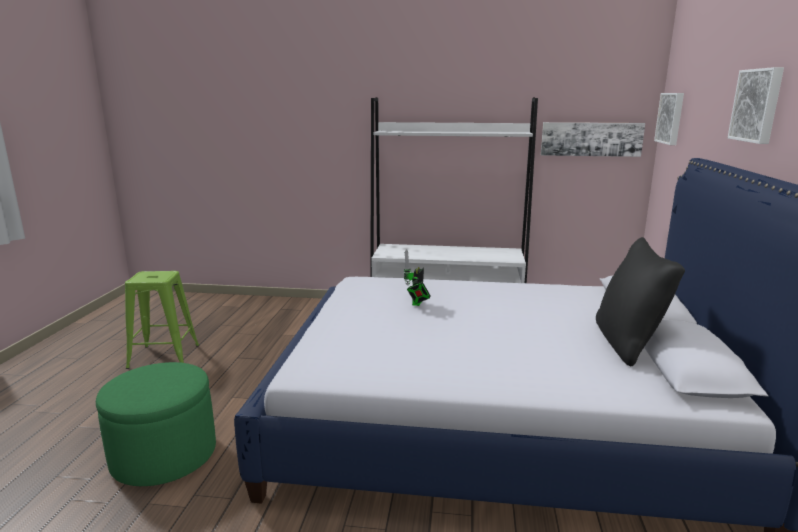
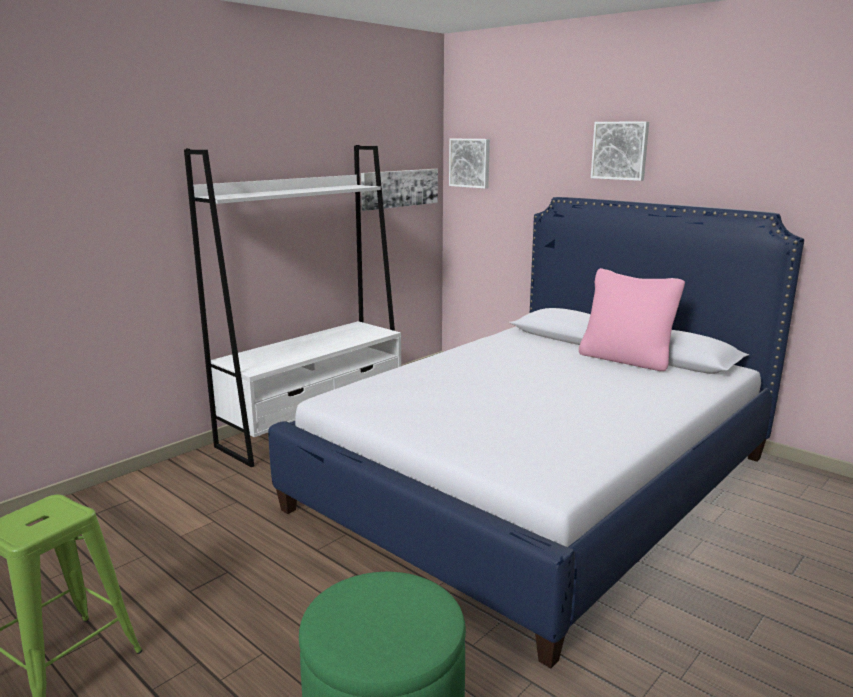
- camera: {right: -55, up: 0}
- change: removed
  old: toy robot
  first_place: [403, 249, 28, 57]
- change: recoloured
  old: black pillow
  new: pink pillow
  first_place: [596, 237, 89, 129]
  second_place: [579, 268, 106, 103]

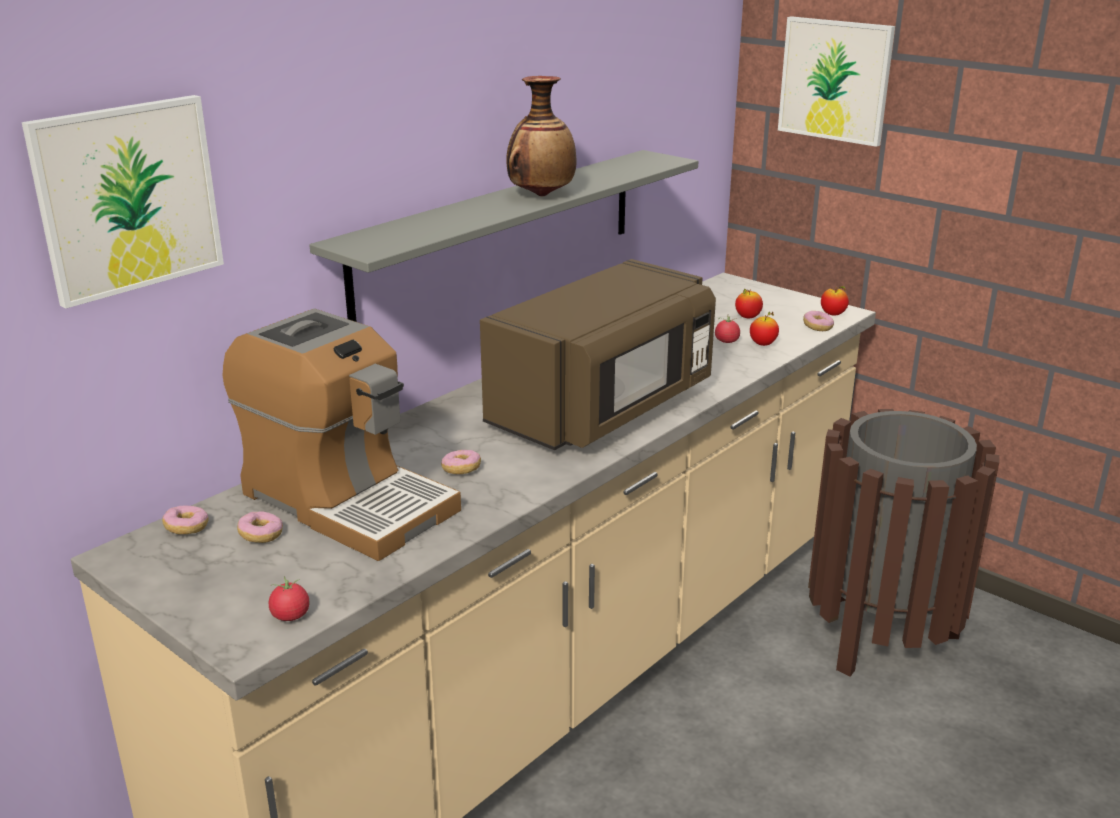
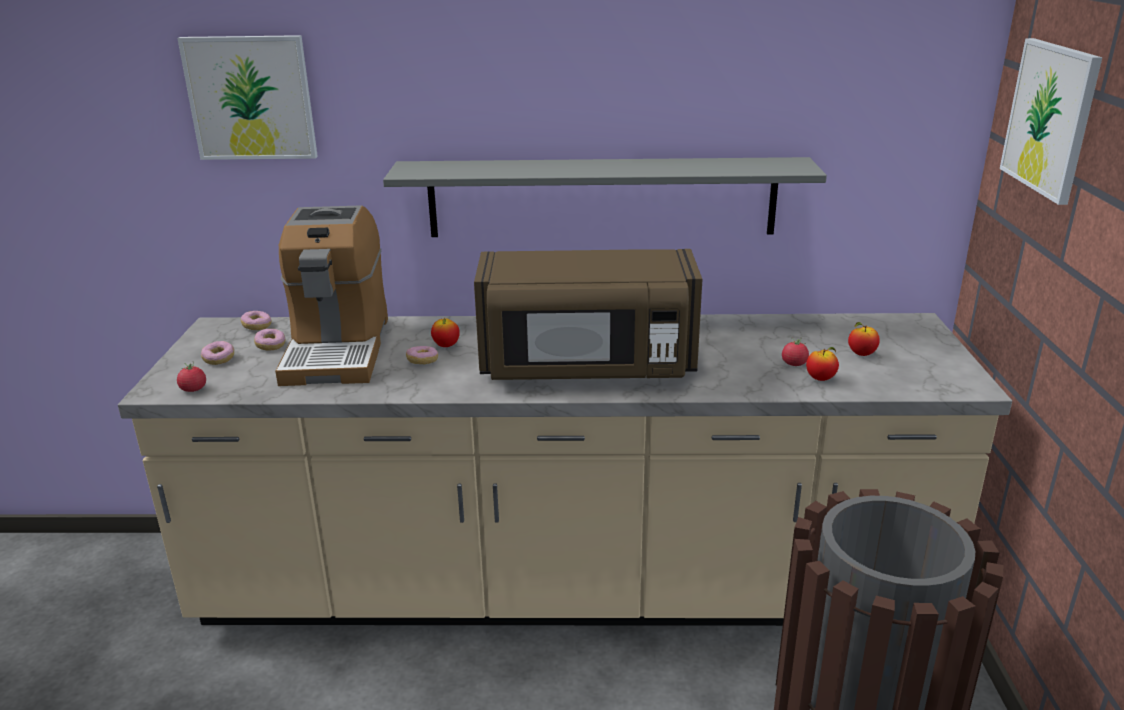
- camera: {right: 50, up: 0}
- change: removed
  old: vase
  first_place: [506, 76, 70, 121]
- change: moved
  old: donut
  first_place: [803, 311, 31, 20]
  second_place: [201, 341, 33, 24]
- change: moved
  old: apple
  first_place: [821, 286, 28, 30]
  second_place: [431, 318, 29, 29]

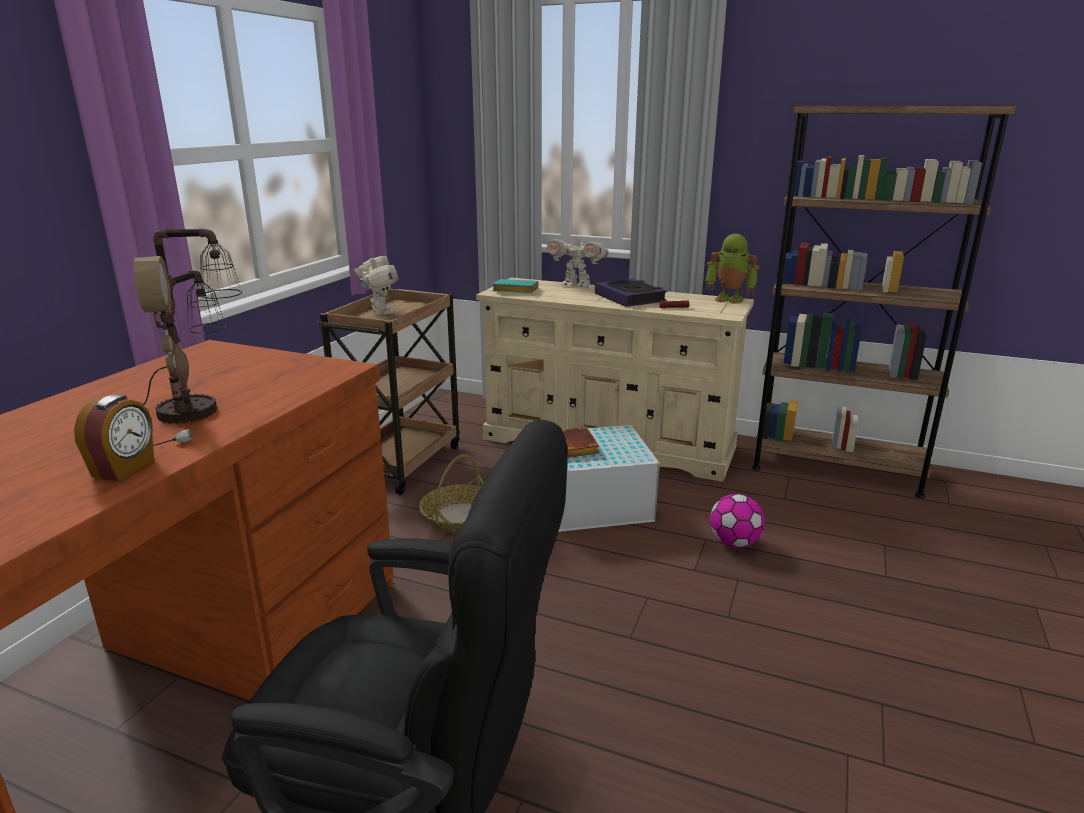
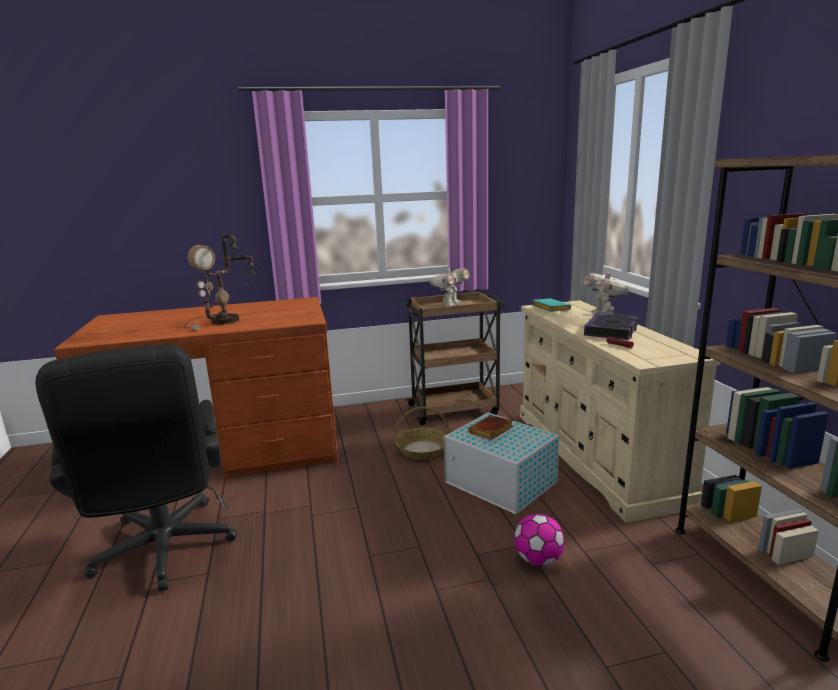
- camera: {right: 55, up: -5}
- change: removed
  old: alarm clock
  first_place: [74, 395, 80, 86]
- change: removed
  old: toy robot
  first_place: [705, 234, 55, 70]

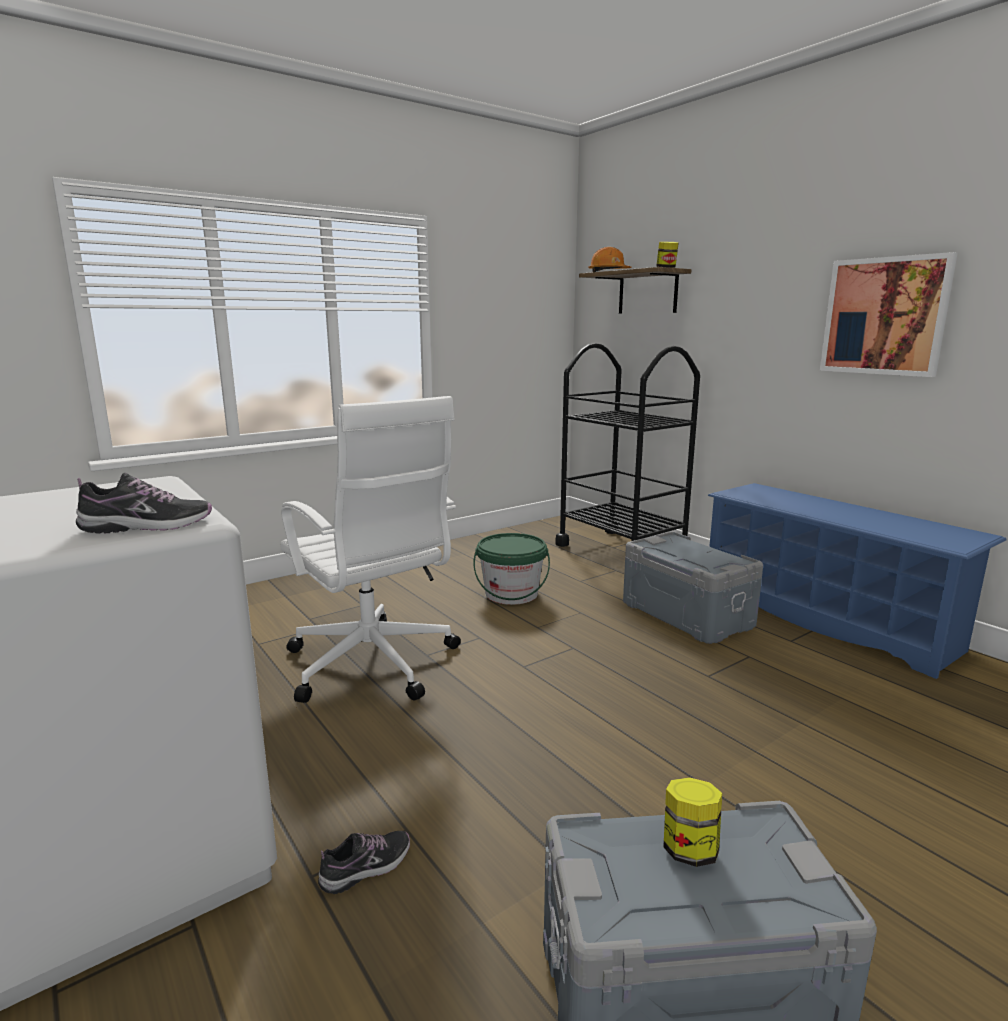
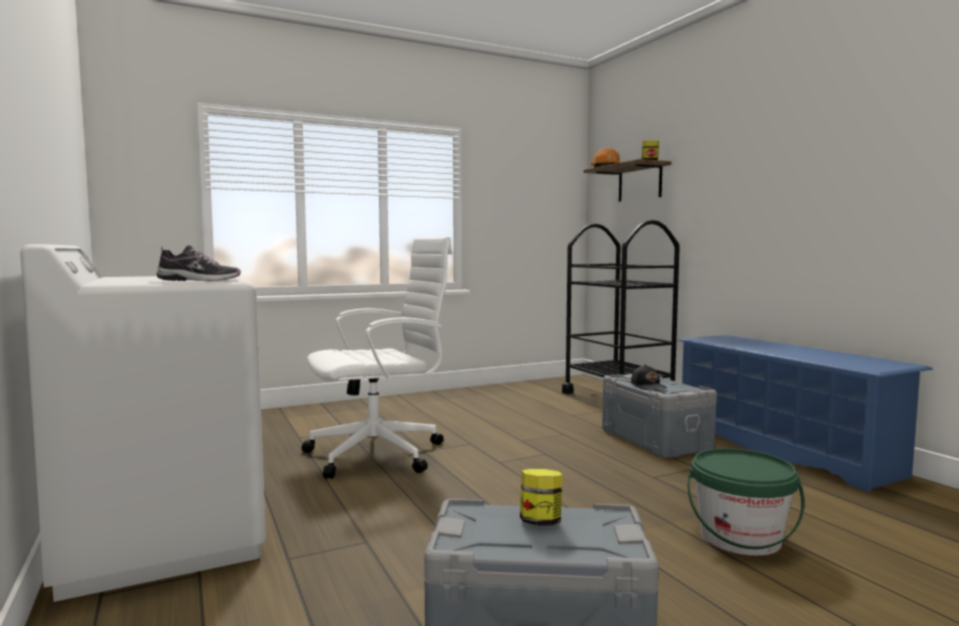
- camera: {right: 10, up: -10}
- change: removed
  old: shoe
  first_place: [318, 831, 92, 63]
- change: removed
  old: picture
  first_place: [820, 252, 138, 125]
- change: added
  new: black cap
  second_place: [631, 364, 36, 26]
- change: moved
  old: green bucket
  first_place: [473, 533, 77, 72]
  second_place: [688, 448, 117, 108]
- change: turned
  old: white office chair
  first_place: [280, 396, 181, 307]
  second_place: [302, 237, 150, 242]
  degrees: -90

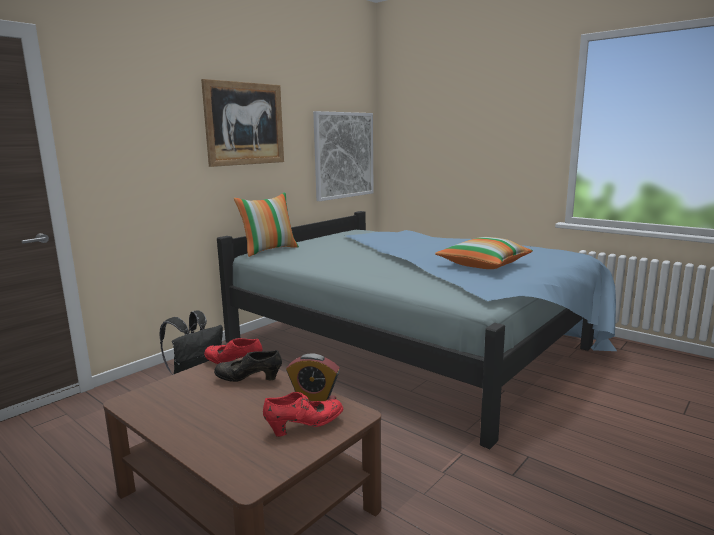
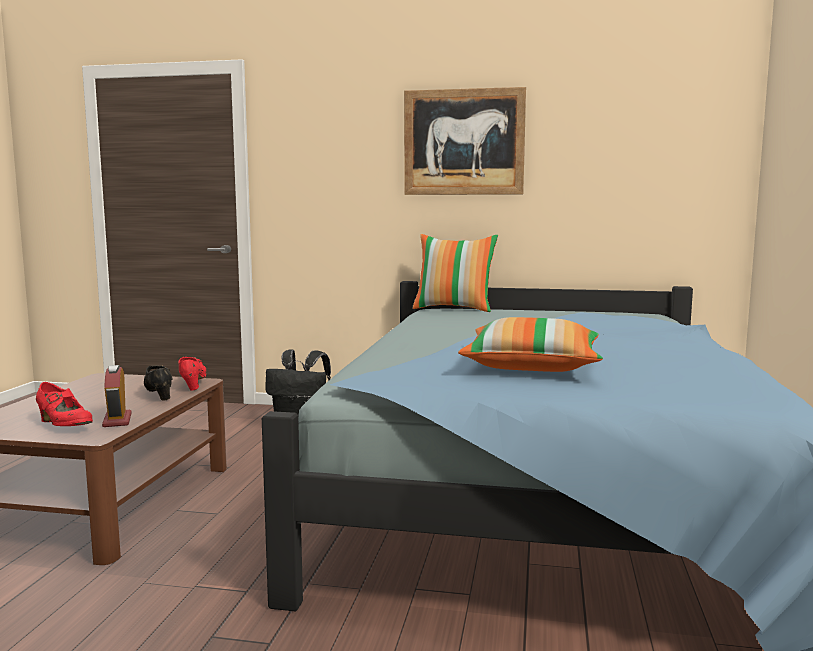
- camera: {right: 60, up: -5}
- change: removed
  old: picture
  first_place: [313, 111, 61, 90]

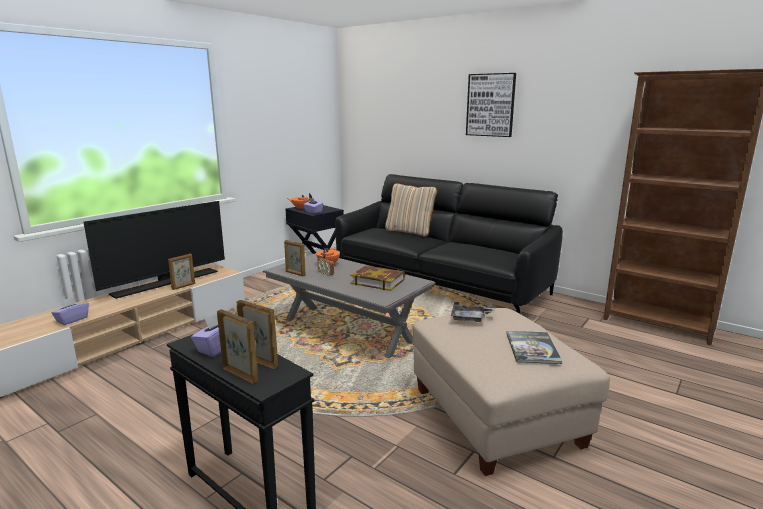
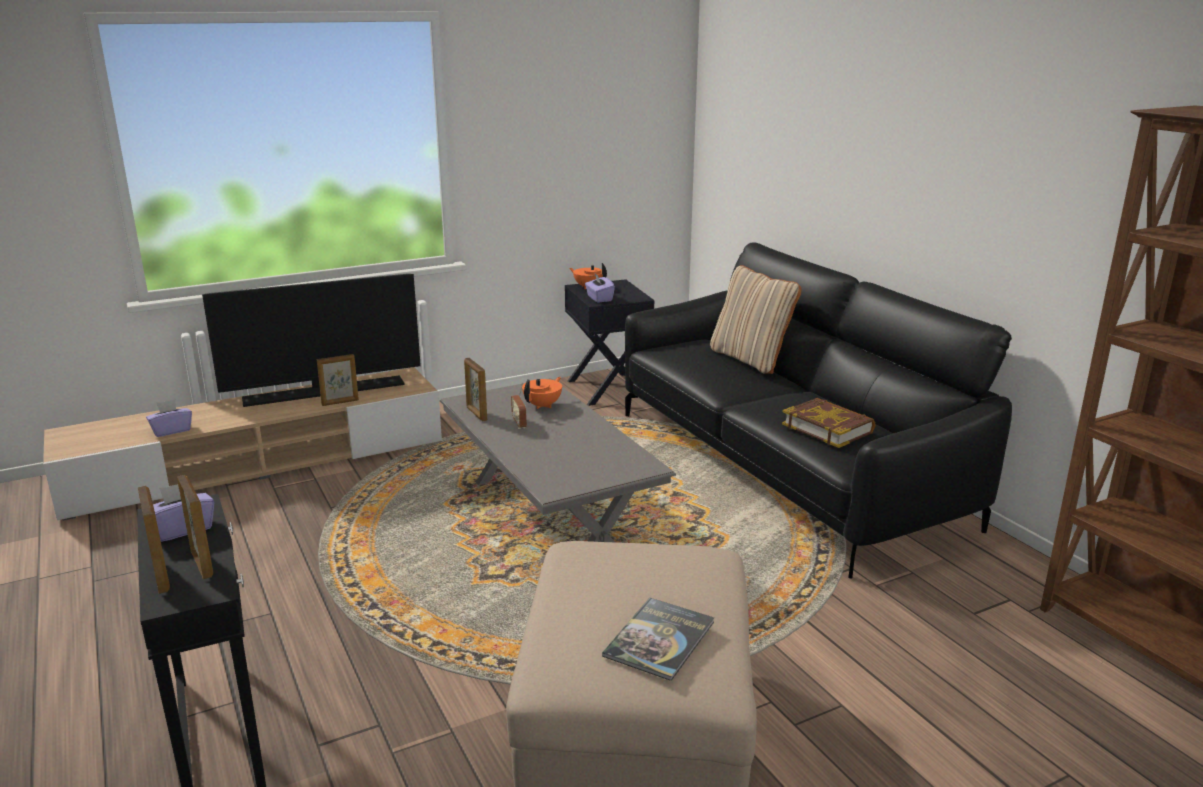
- camera: {right: 25, up: 5}
- change: removed
  old: grey tray
  first_place: [451, 301, 44, 21]
- change: removed
  old: picture
  first_place: [466, 73, 50, 64]
- change: moved
  old: book
  first_place: [350, 265, 55, 26]
  second_place: [782, 398, 94, 50]

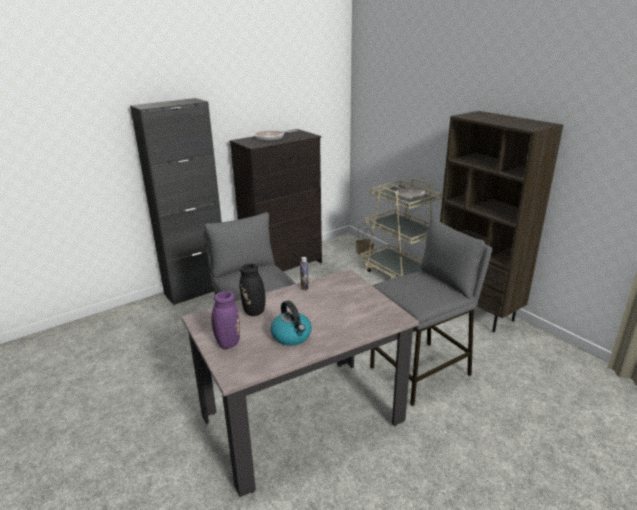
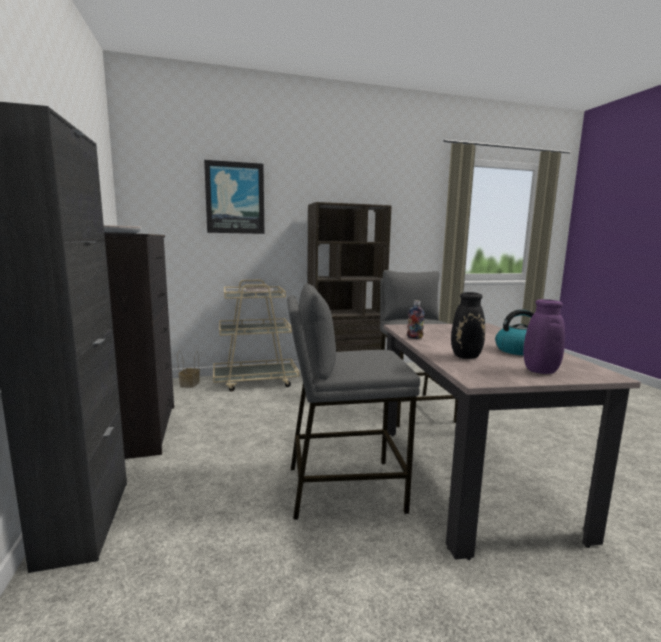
- camera: {right: -70, up: -15}
- change: added
  new: picture
  second_place: [204, 160, 60, 74]

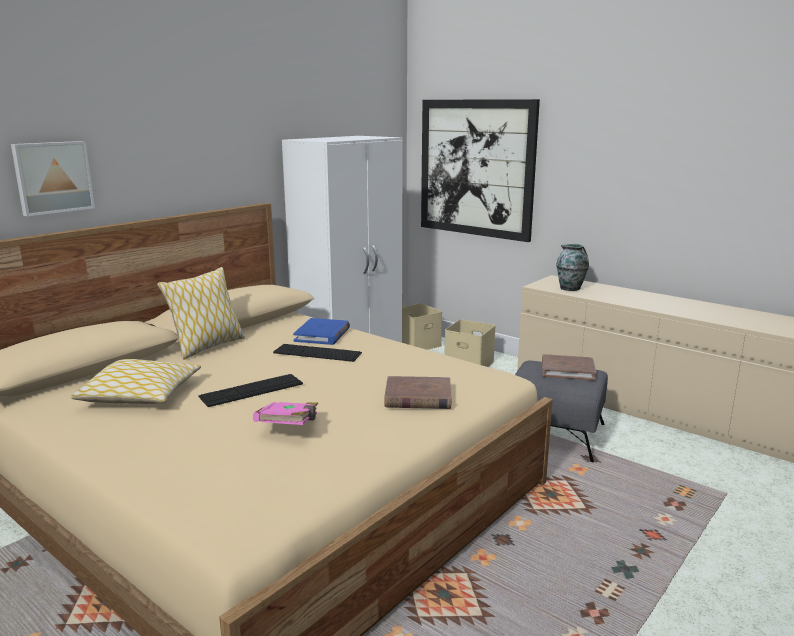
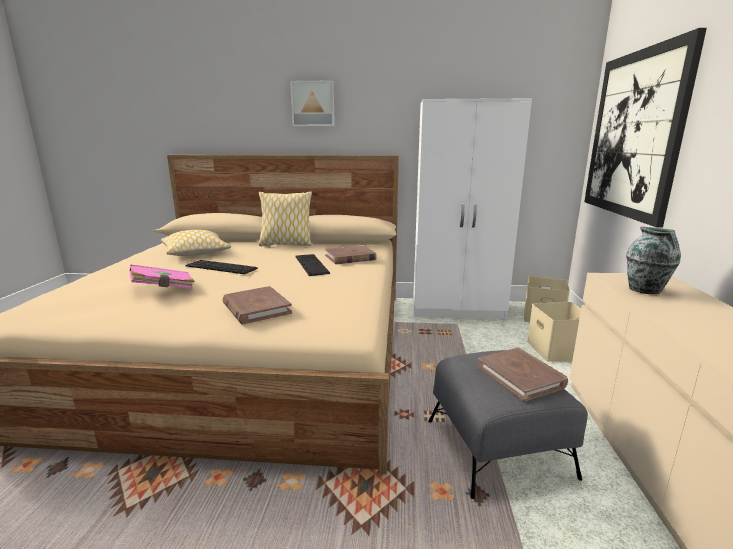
- camera: {right: 55, up: 0}
- change: moved
  old: picture
  first_place: [11, 141, 84, 75]
  second_place: [290, 80, 45, 46]
- change: recoloured
  old: blue book
  new: brown book
  first_place: [293, 318, 57, 27]
  second_place: [325, 245, 52, 19]

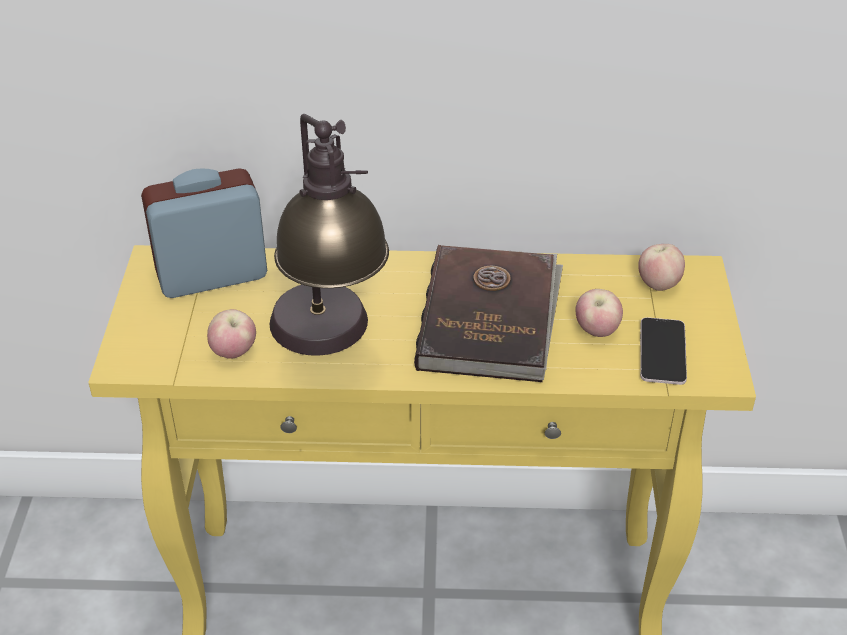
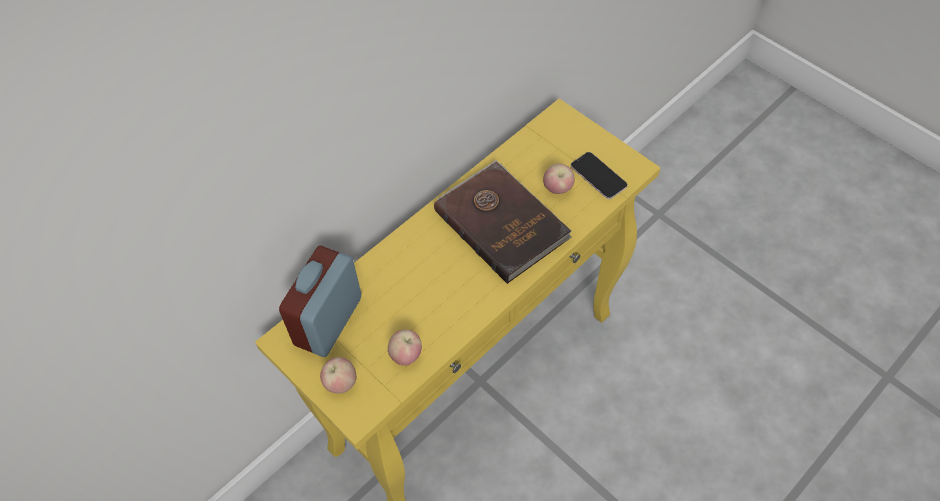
- camera: {right: -45, up: 15}
- change: removed
  old: table lamp
  first_place: [270, 114, 119, 242]
- change: moved
  old: apple
  first_place: [638, 244, 47, 47]
  second_place: [320, 357, 36, 36]

